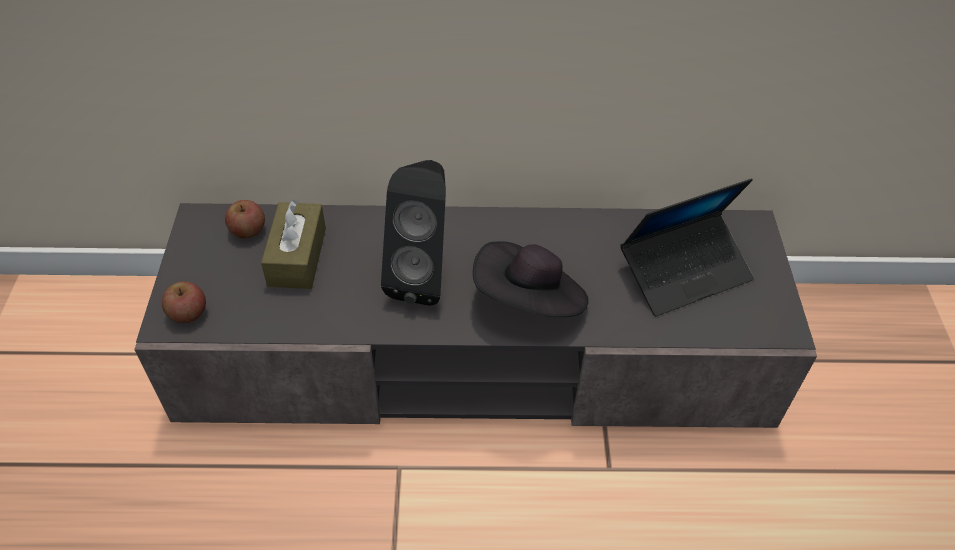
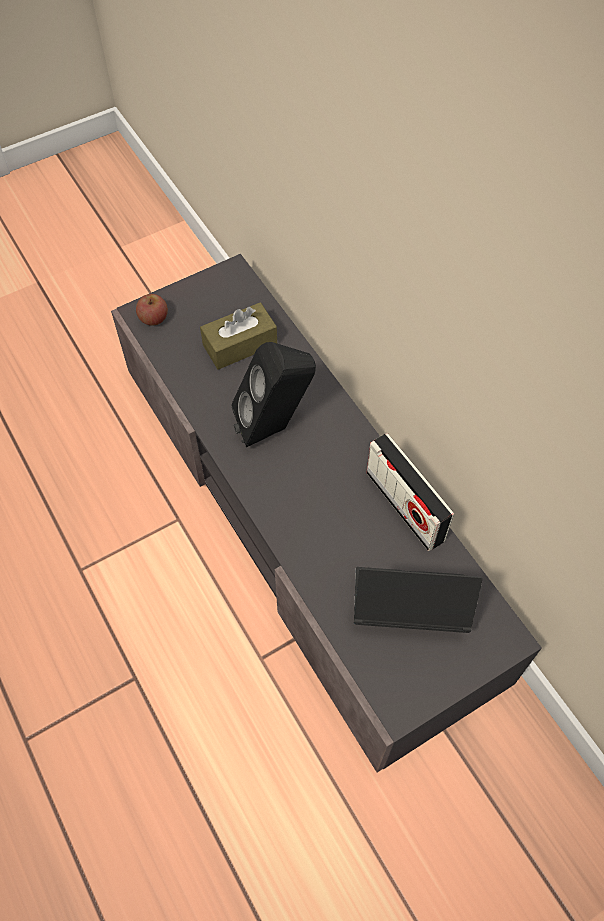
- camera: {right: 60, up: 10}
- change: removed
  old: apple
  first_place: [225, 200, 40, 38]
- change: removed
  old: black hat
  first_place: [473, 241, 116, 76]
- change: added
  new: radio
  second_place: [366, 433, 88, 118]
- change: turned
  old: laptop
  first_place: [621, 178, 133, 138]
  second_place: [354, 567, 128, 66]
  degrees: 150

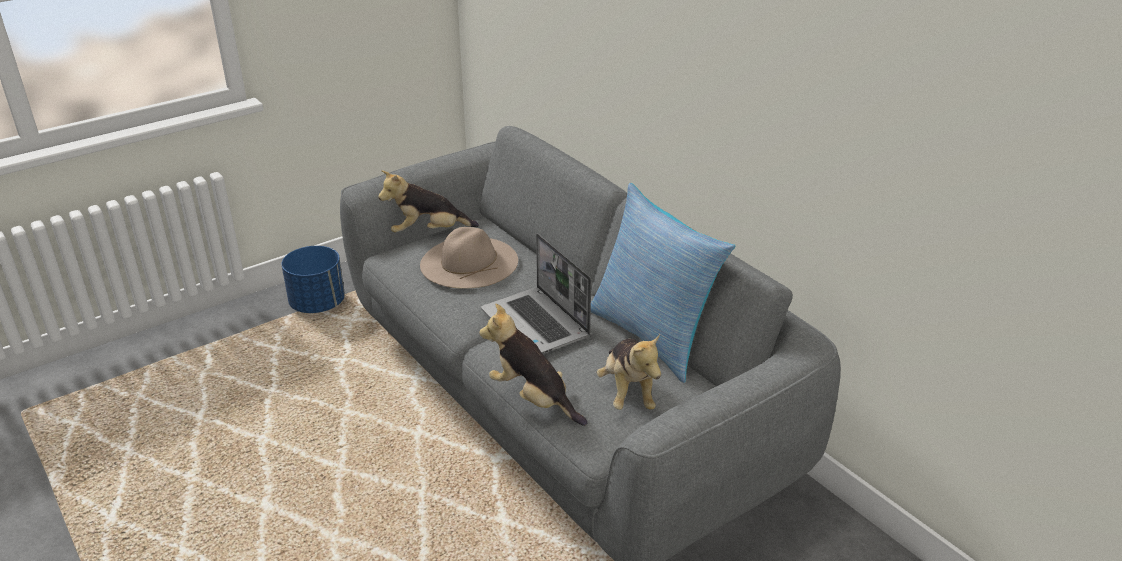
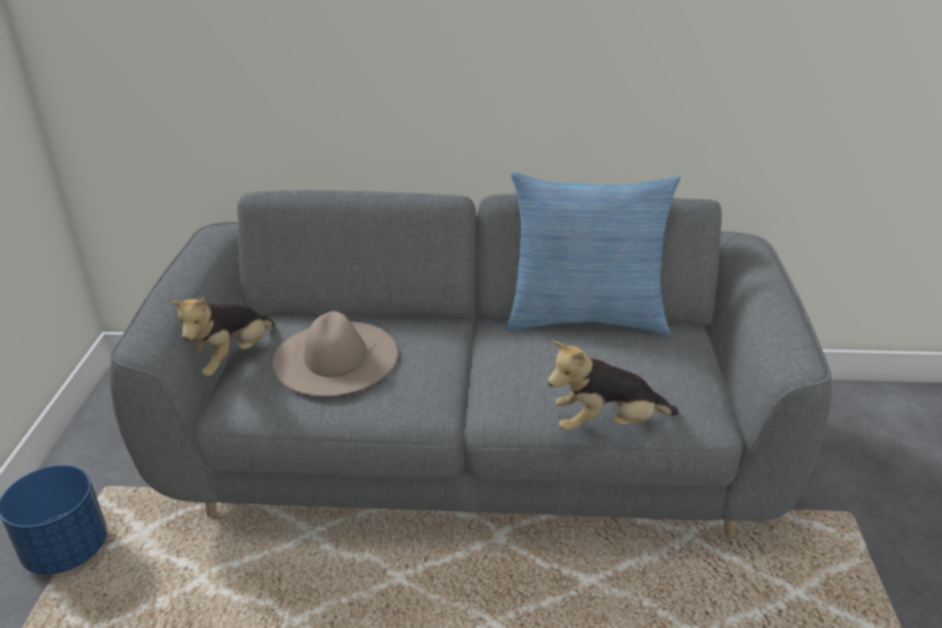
- camera: {right: -50, up: 0}
- change: removed
  old: laptop
  first_place: [481, 234, 110, 120]
- change: removed
  old: plush toy
  first_place: [597, 334, 64, 76]

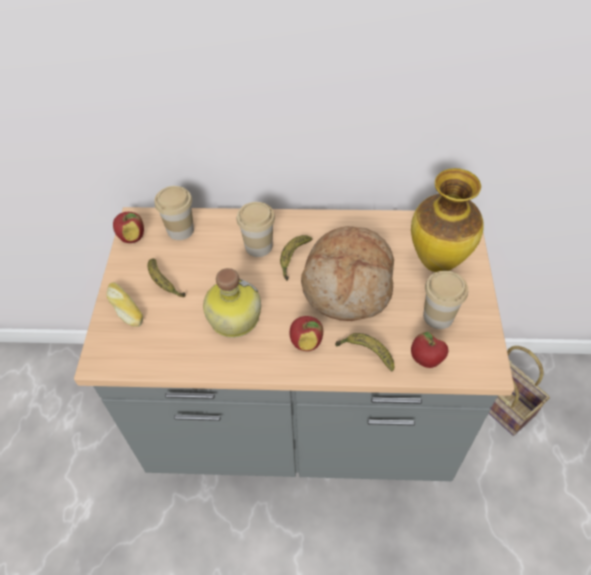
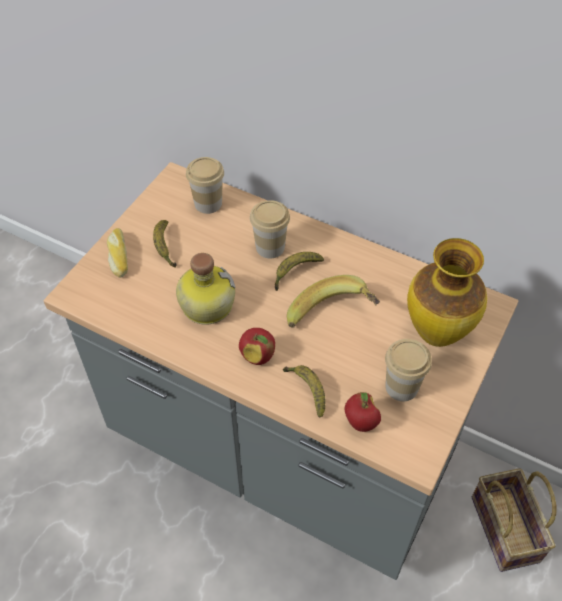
- camera: {right: 25, up: 0}
- change: removed
  old: apple
  first_place: [113, 212, 31, 31]
- change: replaced
  old: bread
  new: banana
  first_place: [301, 226, 93, 95]
  second_place: [287, 275, 93, 53]

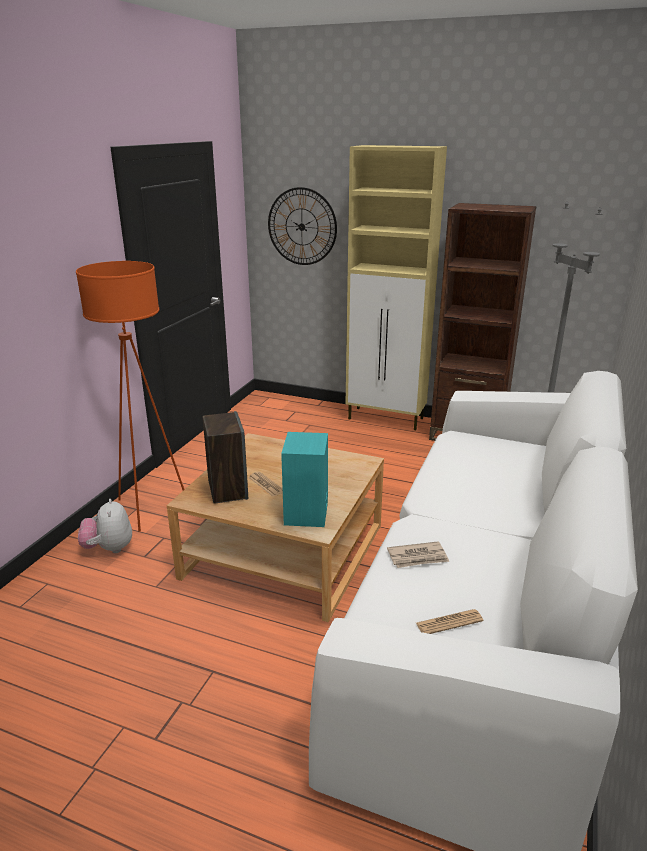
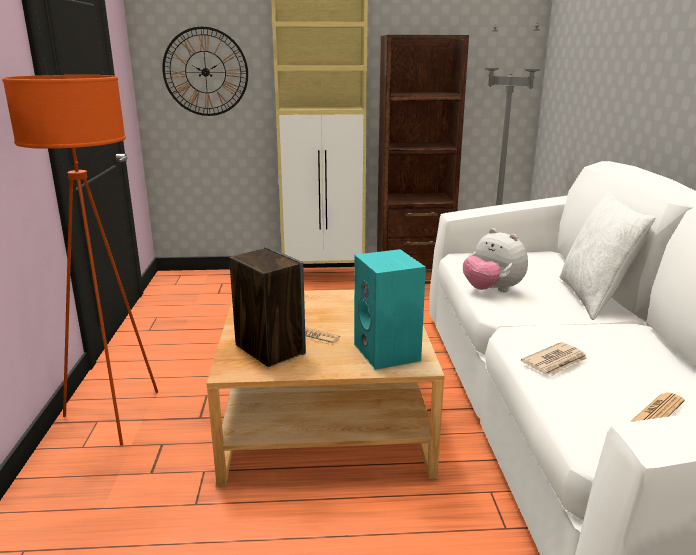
- camera: {right: -25, up: -5}
- change: added
  new: white pillow
  second_place: [559, 192, 97, 128]
- change: moved
  old: plush toy
  first_place: [78, 499, 54, 54]
  second_place: [463, 228, 65, 64]

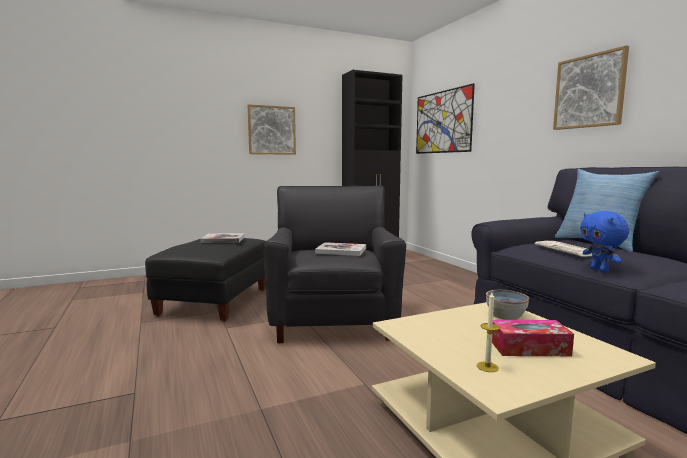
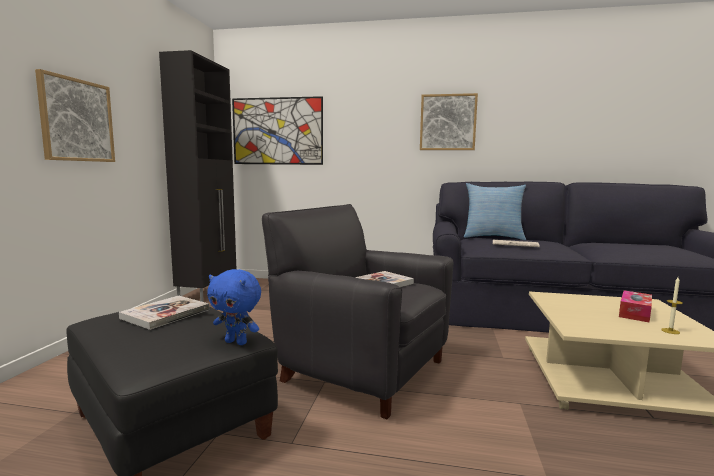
- camera: {right: -55, up: 0}
- change: removed
  old: bowl
  first_place: [486, 290, 43, 30]
- change: moved
  old: blue plush toy
  first_place: [580, 211, 49, 62]
  second_place: [207, 269, 54, 76]

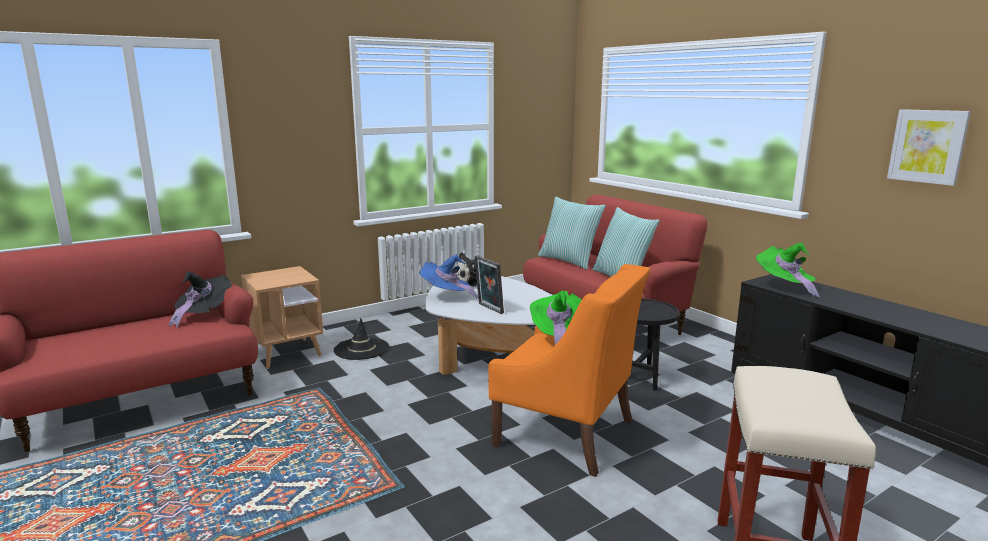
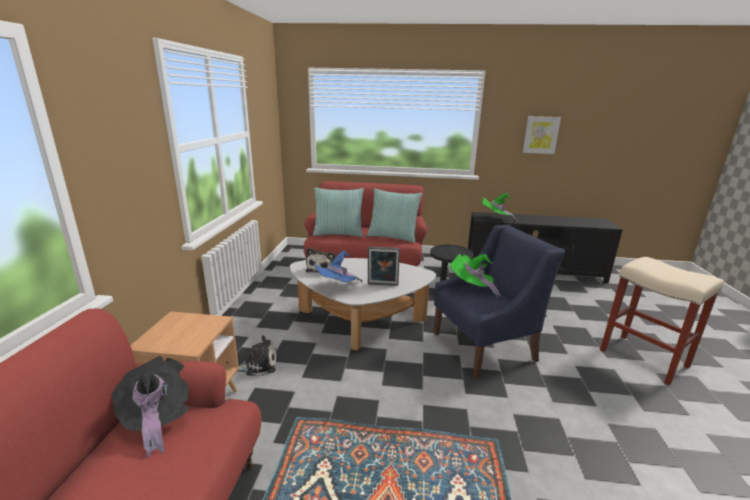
- camera: {right: -50, up: 5}
- change: replaced
  old: black hat
  new: plush toy
  first_place: [334, 318, 55, 42]
  second_place: [238, 335, 39, 41]
- change: recoloured
  old: orange armchair
  new: blue armchair
  first_place: [488, 264, 162, 213]
  second_place: [433, 225, 132, 153]

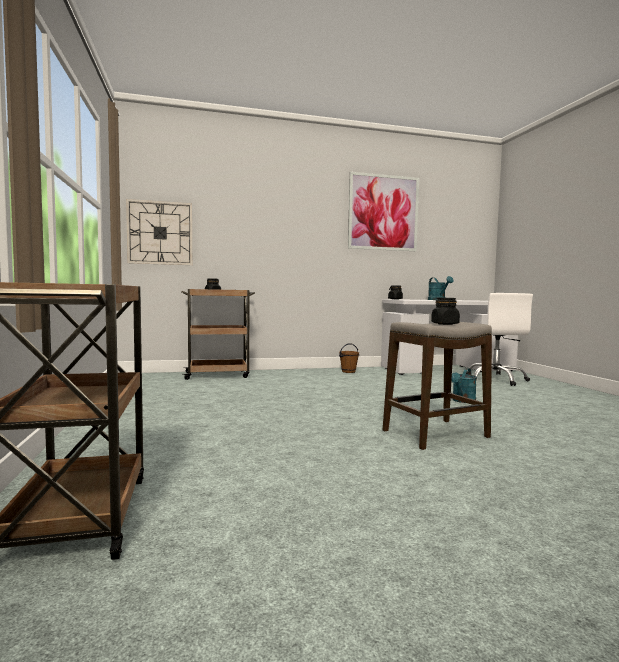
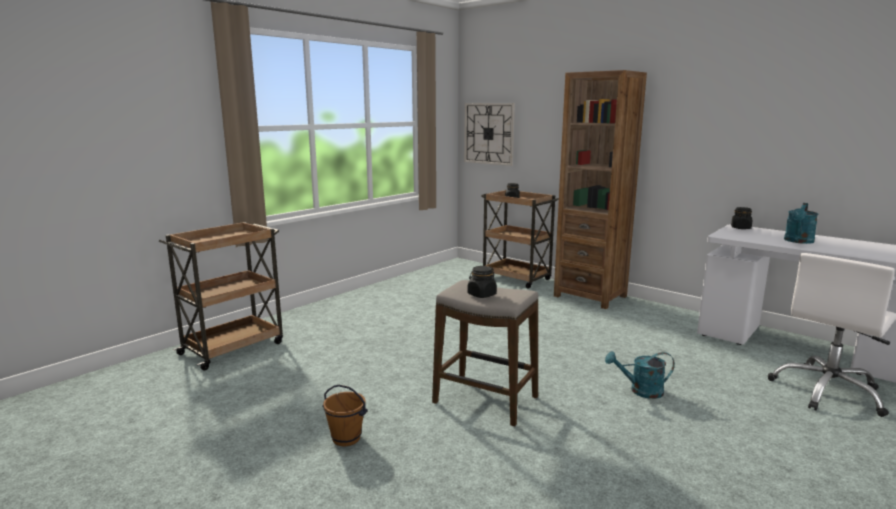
- camera: {right: 55, up: 10}
- change: removed
  old: picture
  first_place: [348, 172, 71, 79]
- change: added
  new: brown bookcase
  second_place: [554, 70, 93, 239]
- change: moved
  old: brown bucket
  first_place: [339, 343, 20, 30]
  second_place: [322, 385, 46, 61]

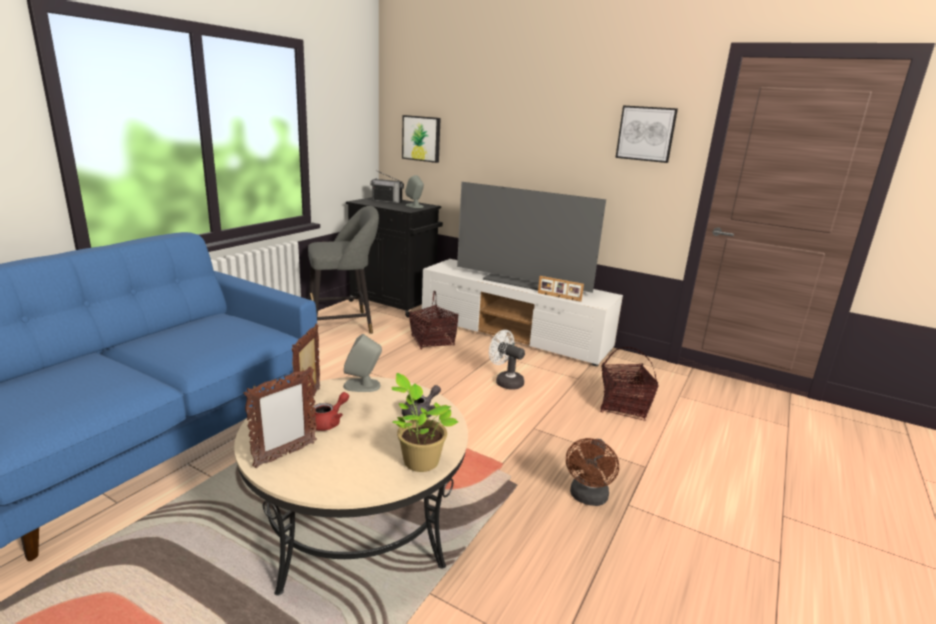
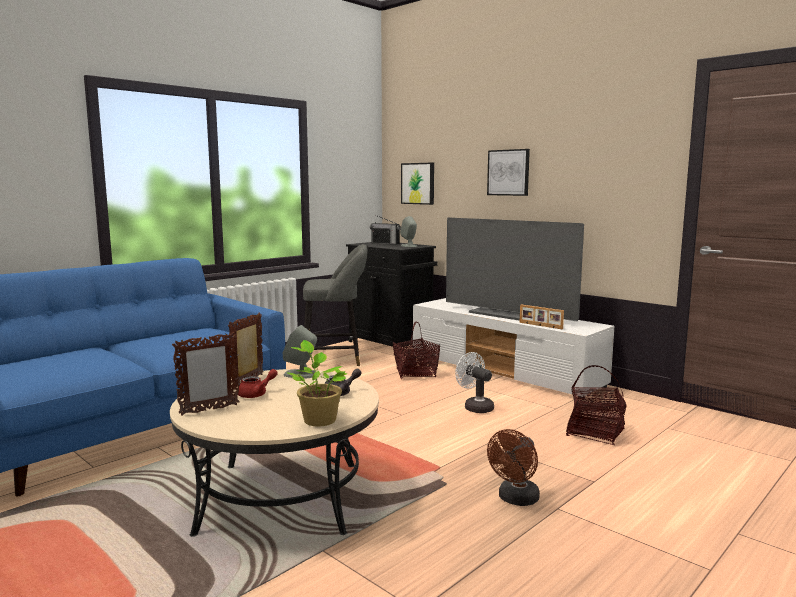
- camera: {right: 15, up: -10}
- change: moved
  old: picture
  first_place: [616, 106, 62, 57]
  second_place: [487, 149, 43, 47]

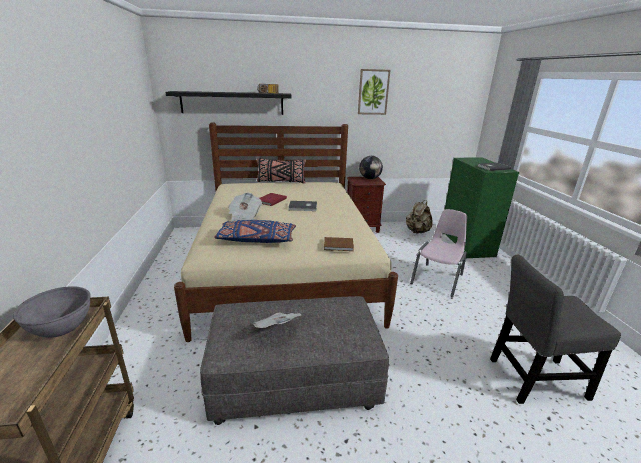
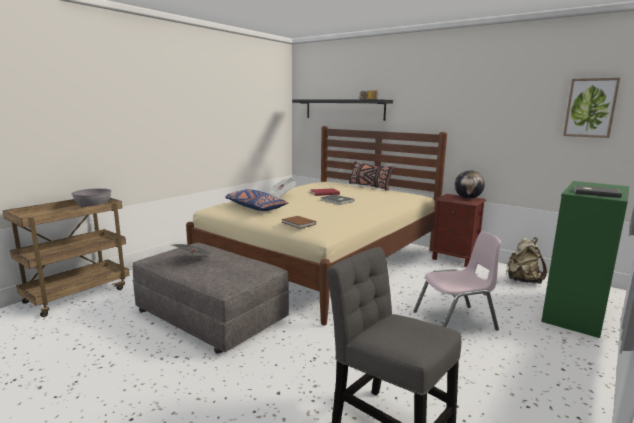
- camera: {right: 45, up: -10}
- change: moved
  old: picture
  first_place: [358, 69, 32, 46]
  second_place: [563, 78, 57, 60]

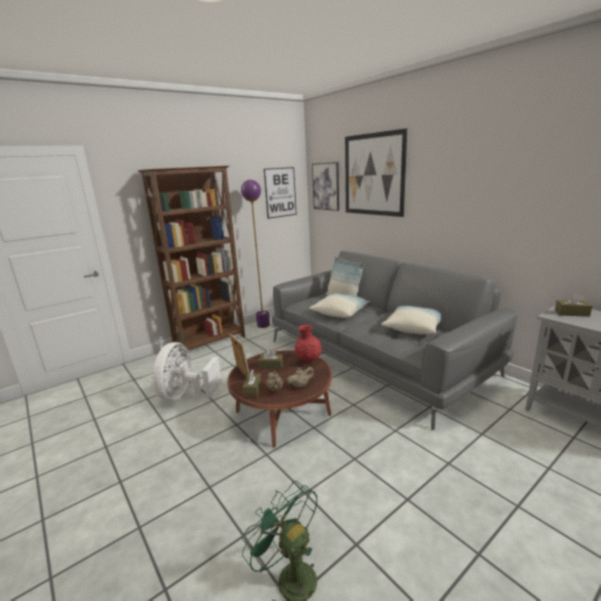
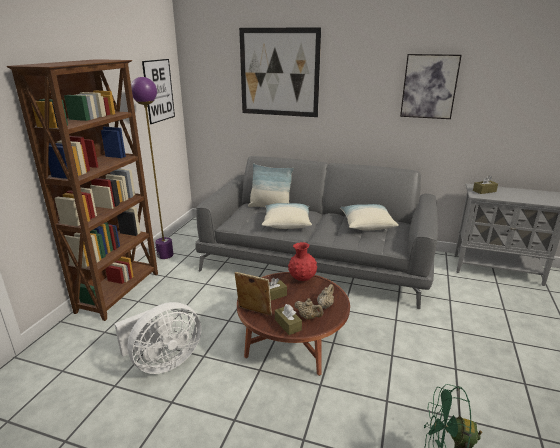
- camera: {right: -35, up: 5}
- change: moved
  old: picture
  first_place: [312, 162, 27, 49]
  second_place: [400, 54, 62, 65]
- change: turned
  old: white fan
  first_place: [153, 342, 69, 59]
  second_place: [115, 302, 86, 72]
  degrees: -105

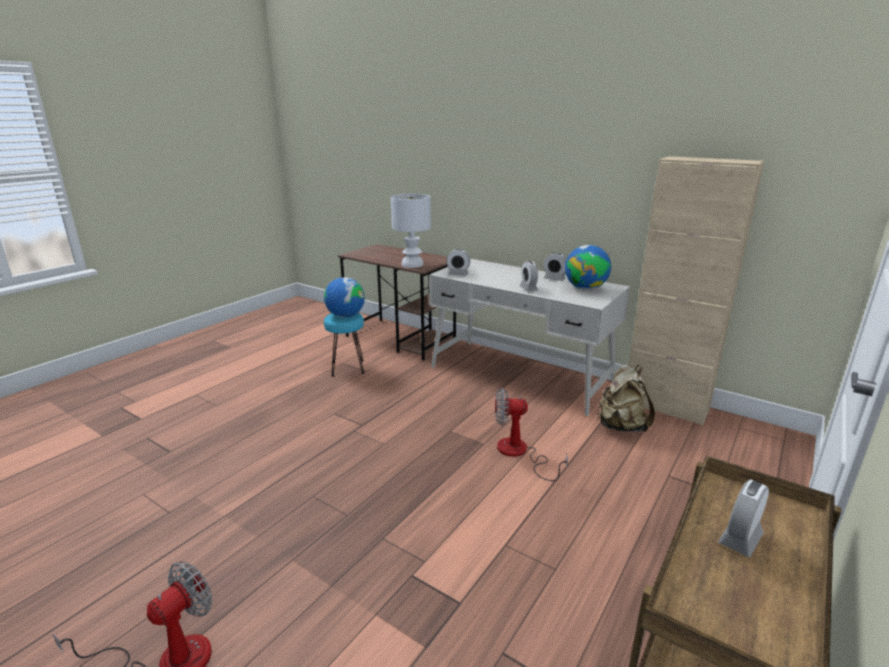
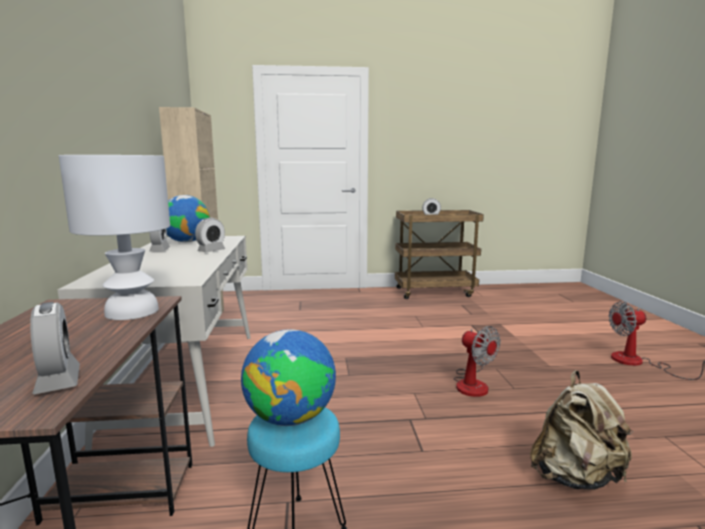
- camera: {right: -130, up: -10}
- change: moved
  old: alarm clock
  first_place: [446, 249, 24, 27]
  second_place: [30, 302, 50, 92]
- change: moved
  old: fan
  first_place: [495, 388, 73, 93]
  second_place: [454, 326, 47, 71]
- change: moved
  old: beige backpack
  first_place: [597, 364, 58, 68]
  second_place: [530, 370, 104, 120]

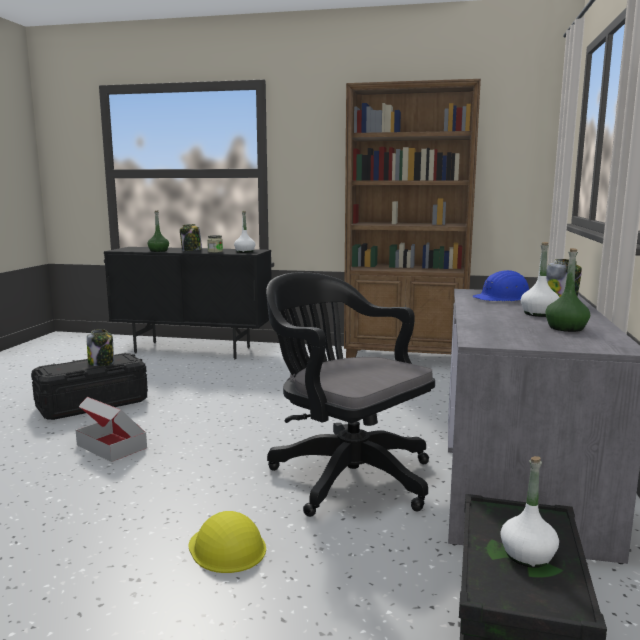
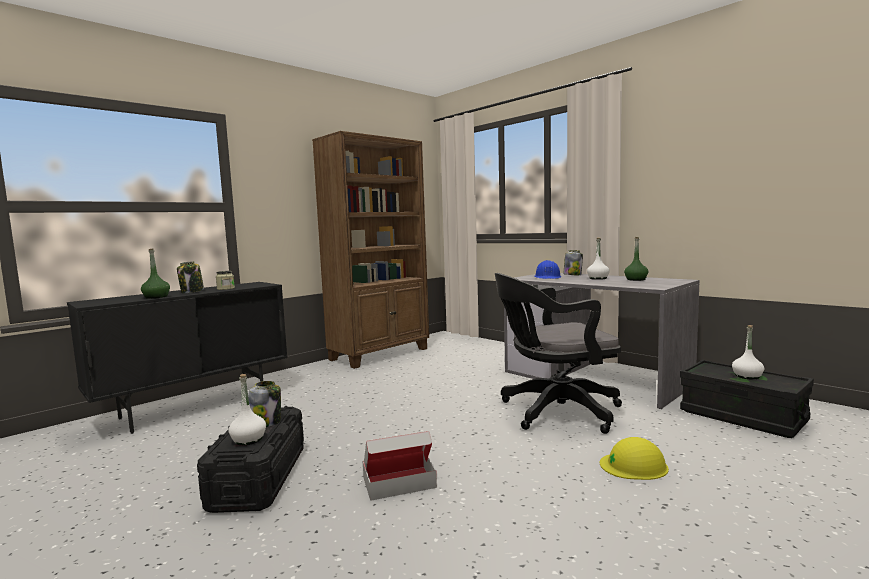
- camera: {right: -55, up: -5}
- change: moved
  old: white bottle
  first_place: [234, 211, 22, 42]
  second_place: [228, 374, 38, 71]

